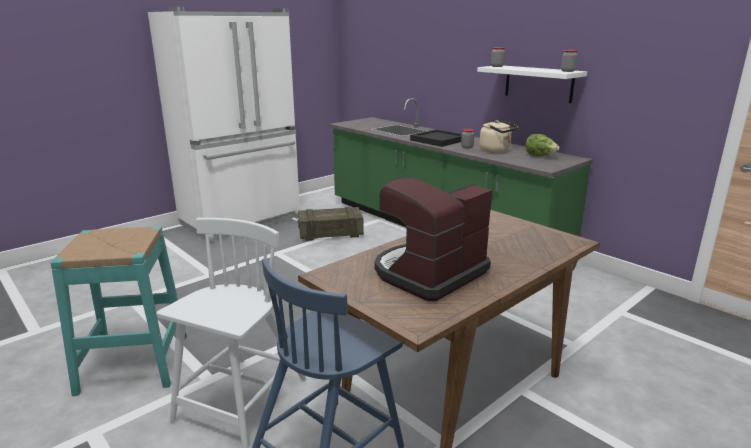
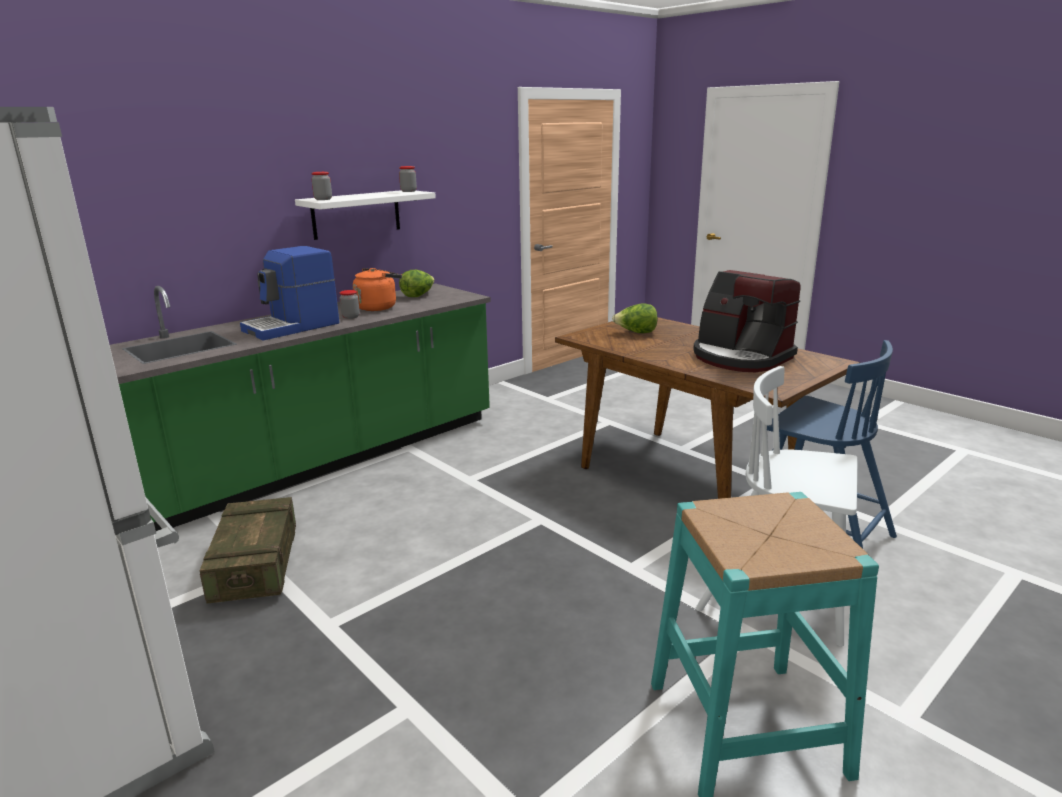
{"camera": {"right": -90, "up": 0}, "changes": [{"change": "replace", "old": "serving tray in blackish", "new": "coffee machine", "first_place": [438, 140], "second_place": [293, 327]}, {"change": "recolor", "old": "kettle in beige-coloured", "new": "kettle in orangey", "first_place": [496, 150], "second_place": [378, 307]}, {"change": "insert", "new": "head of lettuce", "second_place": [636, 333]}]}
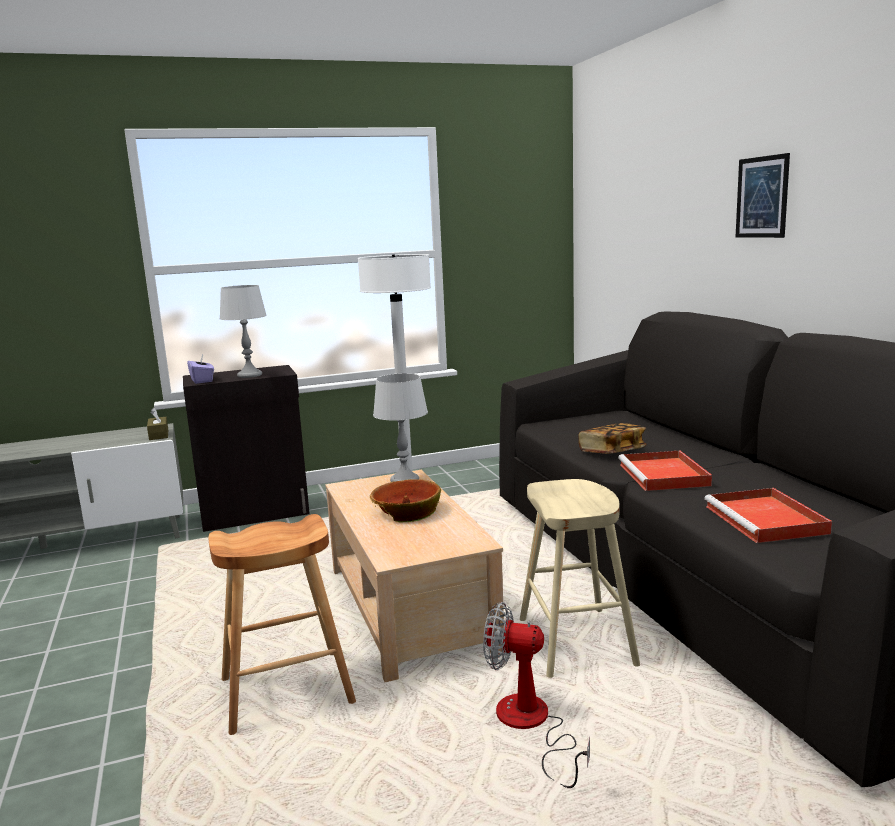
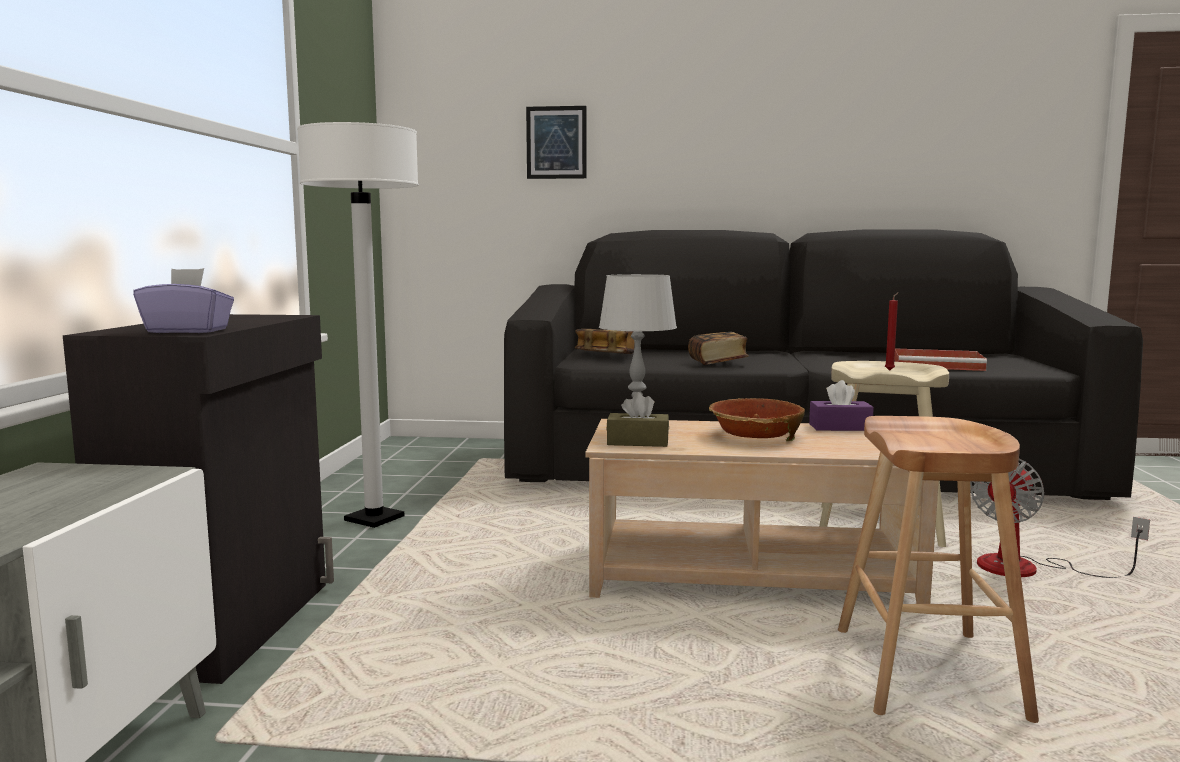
{"camera": {"right": -65, "up": -5}, "changes": [{"change": "move", "old": "tissue box in brown-coloured", "first_place": [159, 435], "second_place": [638, 442]}, {"change": "delete", "old": "table lamp in gray", "first_place": [249, 375]}, {"change": "delete", "old": "serving tray in red-coloured", "first_place": [664, 475]}, {"change": "move", "old": "picture", "first_place": [762, 197], "second_place": [556, 142]}, {"change": "insert", "new": "volume", "second_place": [605, 355]}, {"change": "insert", "new": "tissue box in purplish", "second_place": [840, 427]}, {"change": "insert", "new": "wax candle in red-coloured", "second_place": [890, 370]}]}
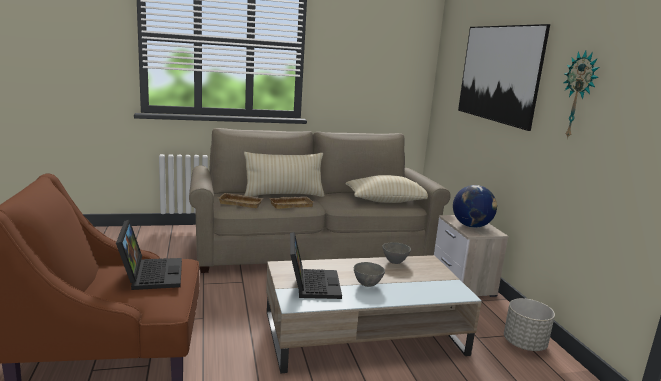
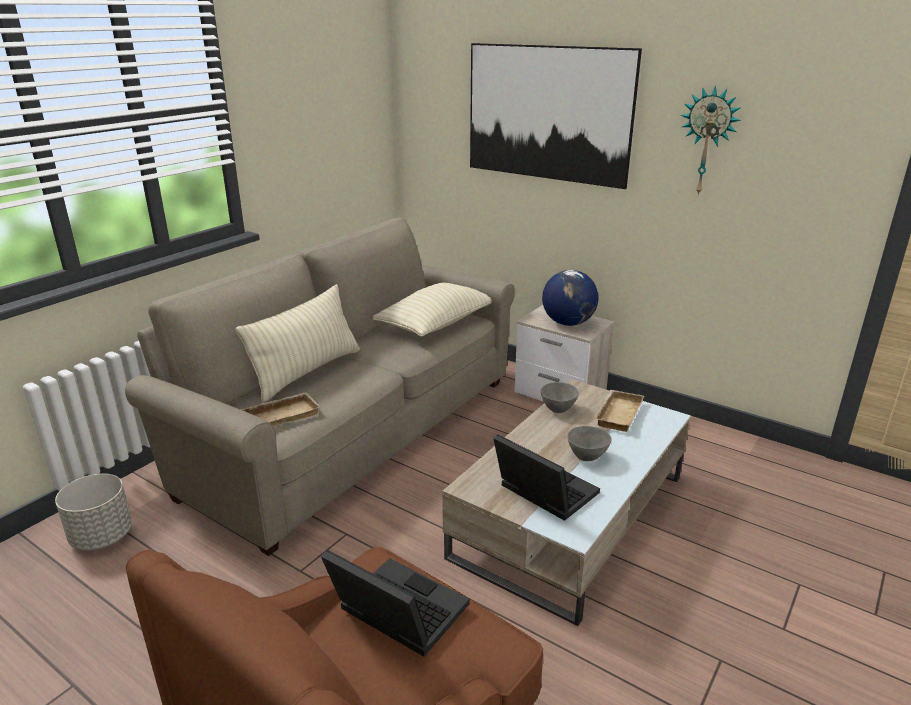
{"camera": {"right": -40, "up": 10}, "changes": [{"change": "move", "old": "serving tray in beige-coloured", "first_place": [291, 204], "second_place": [617, 413]}, {"change": "move", "old": "flower pot in gray", "first_place": [524, 344], "second_place": [102, 536]}]}
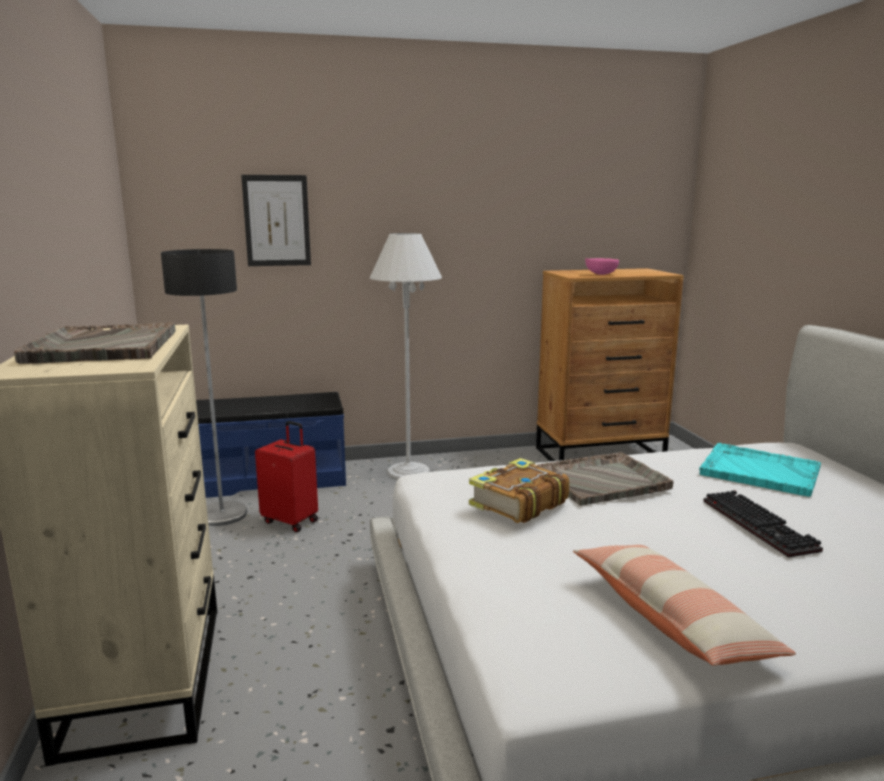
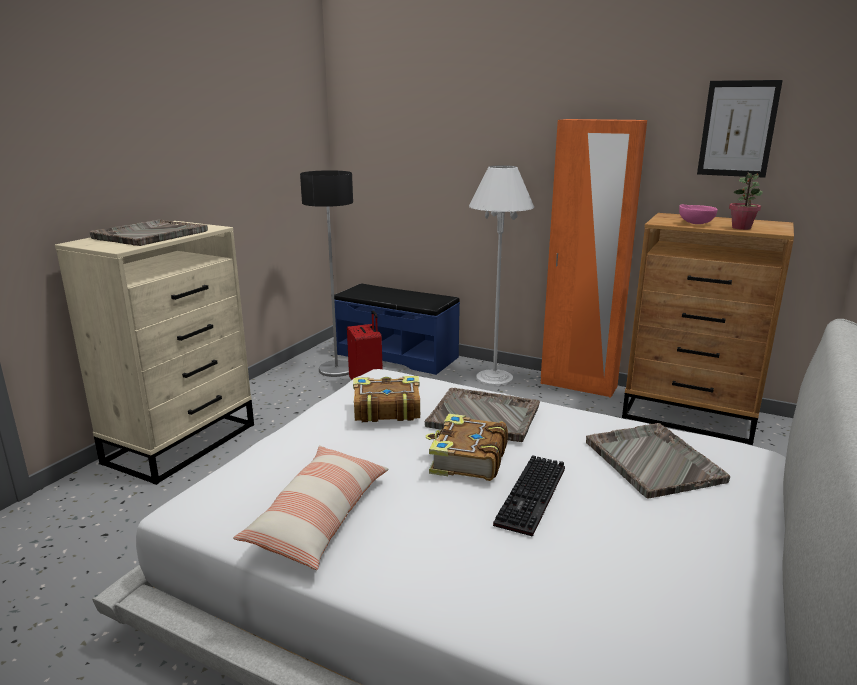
{"camera": {"right": 40, "up": 5}, "changes": [{"change": "move", "old": "picture", "first_place": [277, 221], "second_place": [737, 129]}, {"change": "recolor", "old": "serving tray in turquoise-coloured", "new": "serving tray in gray", "first_place": [758, 471], "second_place": [652, 460]}, {"change": "insert", "new": "volume", "second_place": [467, 459]}, {"change": "insert", "new": "clothes cupboard in orangey", "second_place": [578, 385]}, {"change": "insert", "new": "potted plant", "second_place": [741, 228]}]}
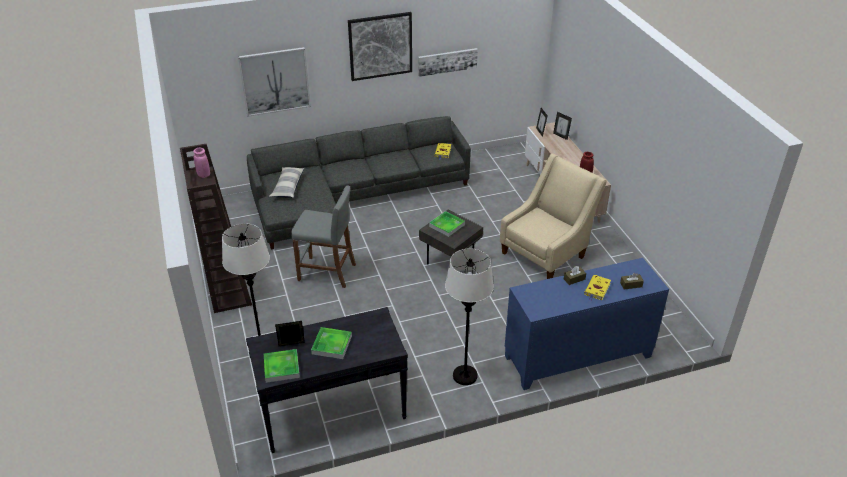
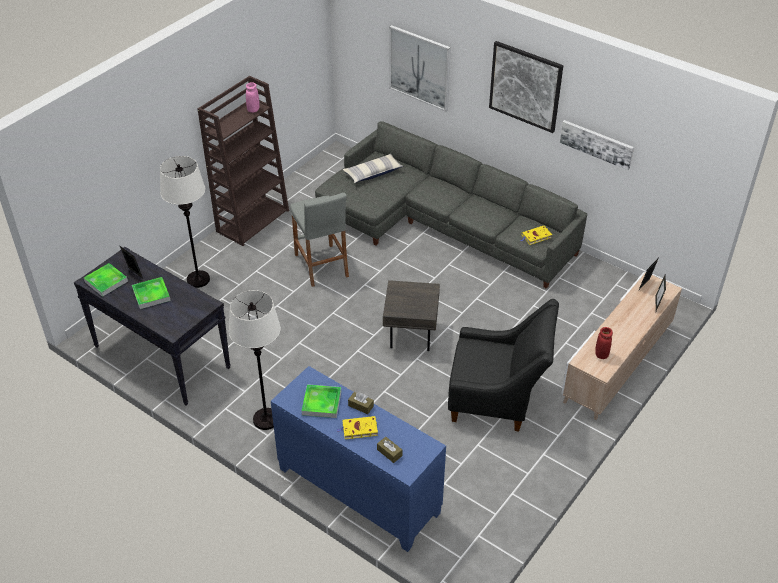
{"camera": {"right": 55, "up": 5}, "changes": [{"change": "move", "old": "serving tray", "first_place": [447, 225], "second_place": [321, 403]}, {"change": "recolor", "old": "easy chair in beige-coloured", "new": "easy chair in blackish", "first_place": [547, 252], "second_place": [497, 399]}]}
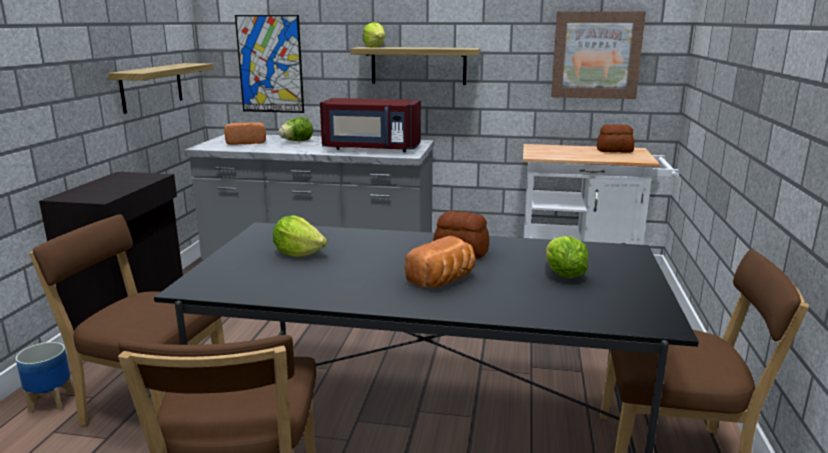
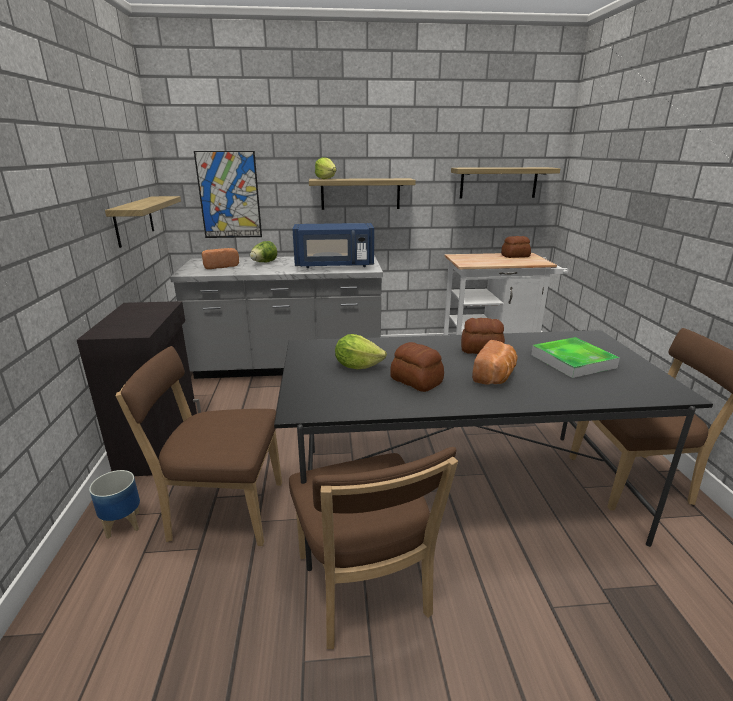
{"camera": {"right": -15, "up": 5}, "changes": [{"change": "recolor", "old": "microwave in red-coloured", "new": "microwave in blue", "first_place": [371, 148], "second_place": [334, 265]}, {"change": "replace", "old": "head of lettuce", "new": "serving tray", "first_place": [563, 274], "second_place": [573, 361]}, {"change": "replace", "old": "picture", "new": "bracket shelf", "first_place": [596, 55], "second_place": [498, 182]}, {"change": "insert", "new": "bakery bread", "second_place": [416, 381]}]}
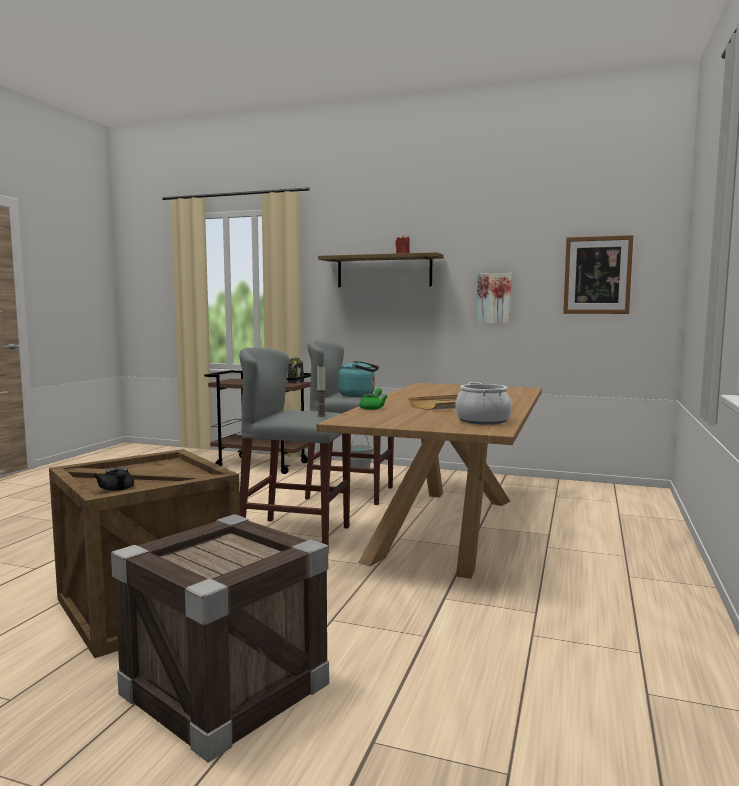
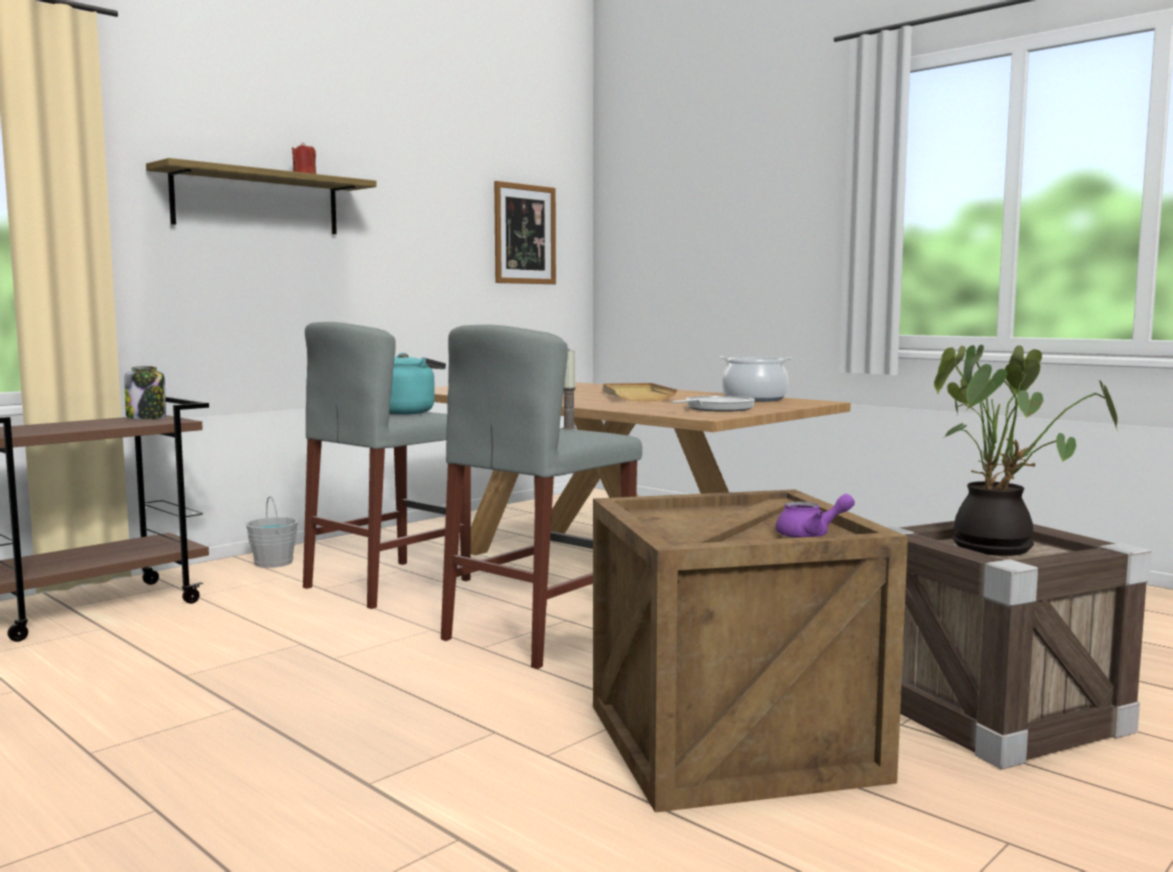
{"camera": {"right": -65, "up": 0}, "changes": [{"change": "recolor", "old": "pot for tea in blackish", "new": "pot for tea in purplish", "first_place": [117, 489], "second_place": [810, 535]}, {"change": "delete", "old": "pot for tea in greenish", "first_place": [373, 408]}, {"change": "delete", "old": "picture", "first_place": [494, 298]}, {"change": "insert", "new": "pan", "second_place": [716, 408]}, {"change": "insert", "new": "potted plant", "second_place": [999, 548]}]}
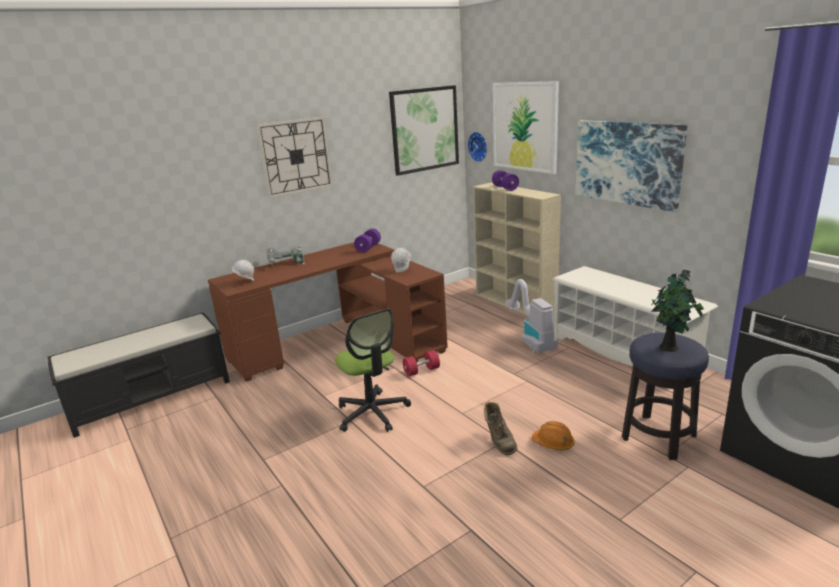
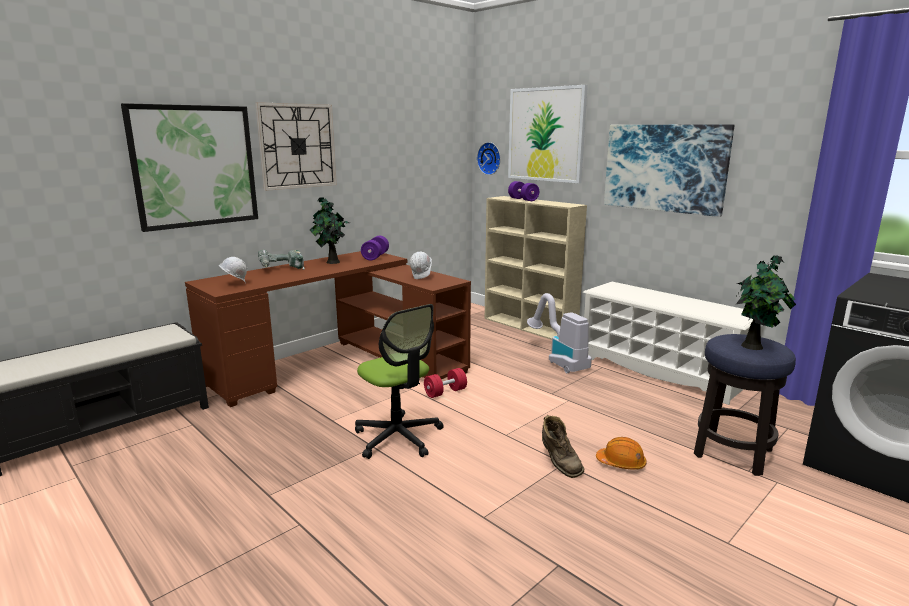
{"camera": {"right": -10, "up": -5}, "changes": [{"change": "move", "old": "picture", "first_place": [424, 129], "second_place": [194, 166]}, {"change": "insert", "new": "potted plant", "second_place": [331, 262]}]}
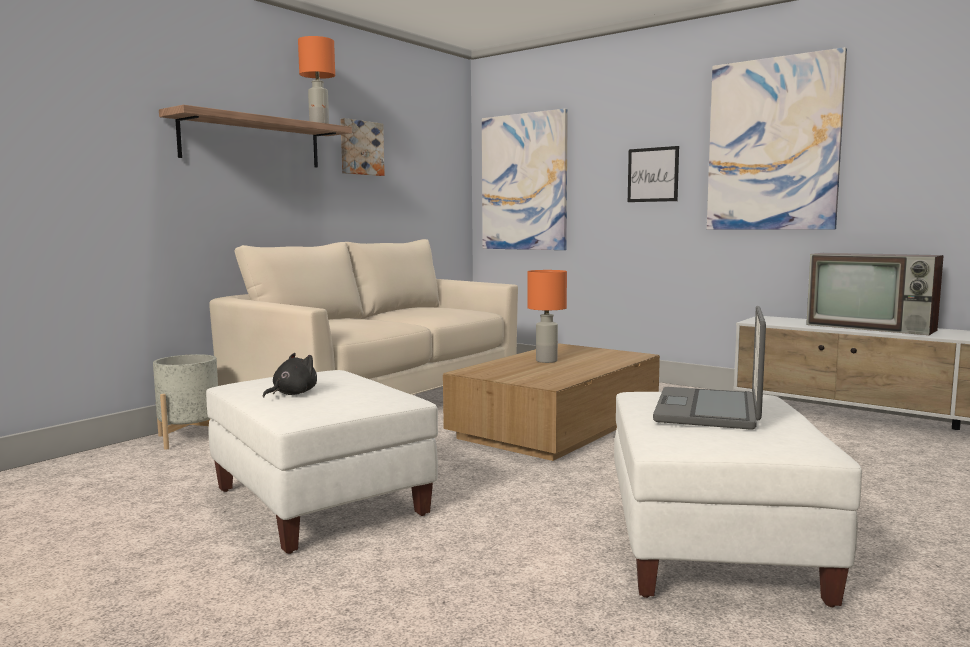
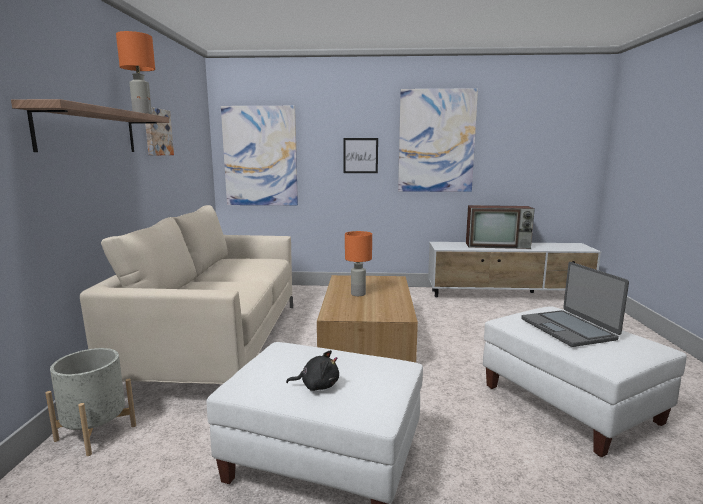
{"camera": {"right": -35, "up": 5}, "changes": [{"change": "rotate", "old": "cuddly toy in blackish", "first_place": [292, 394], "second_place": [317, 385], "degrees": 90}]}
